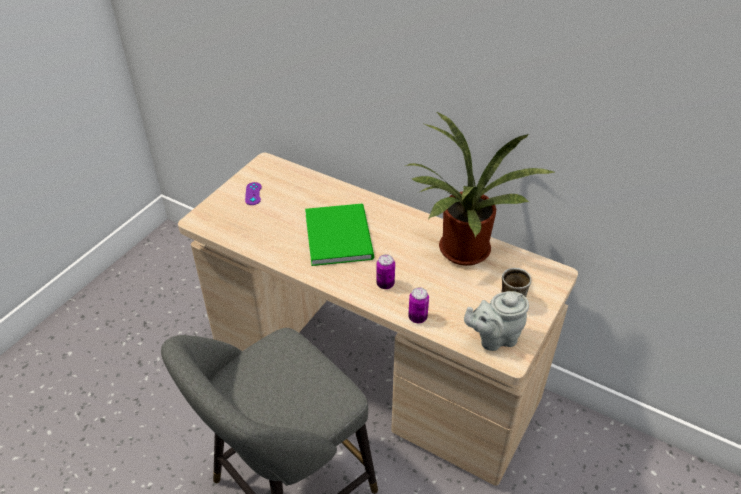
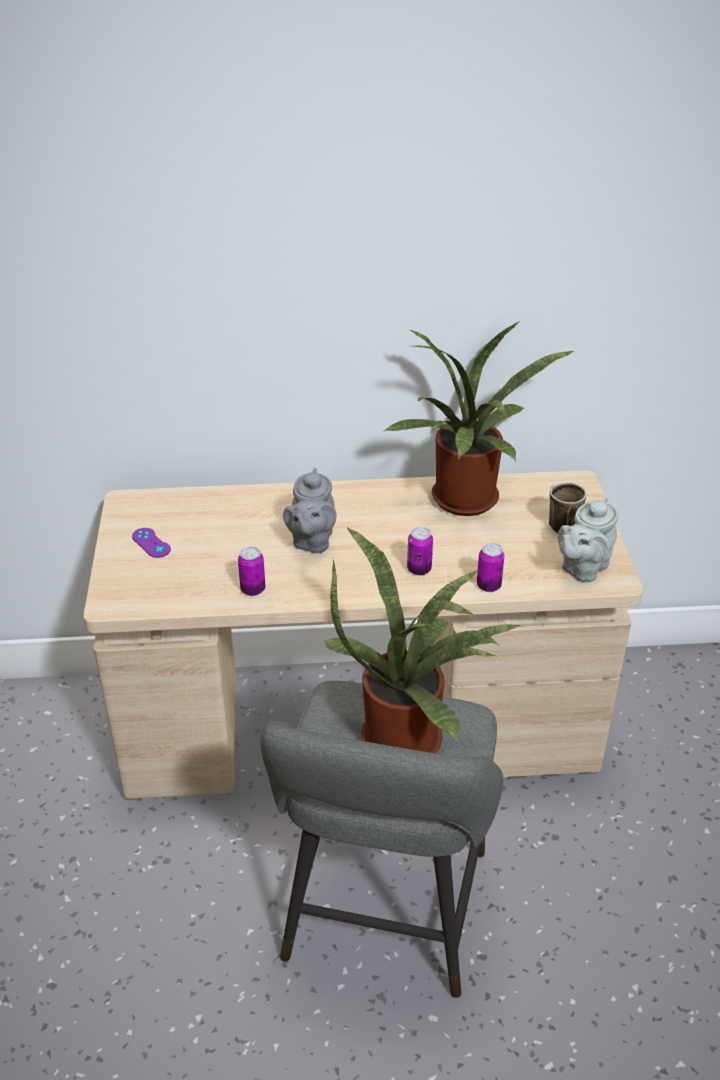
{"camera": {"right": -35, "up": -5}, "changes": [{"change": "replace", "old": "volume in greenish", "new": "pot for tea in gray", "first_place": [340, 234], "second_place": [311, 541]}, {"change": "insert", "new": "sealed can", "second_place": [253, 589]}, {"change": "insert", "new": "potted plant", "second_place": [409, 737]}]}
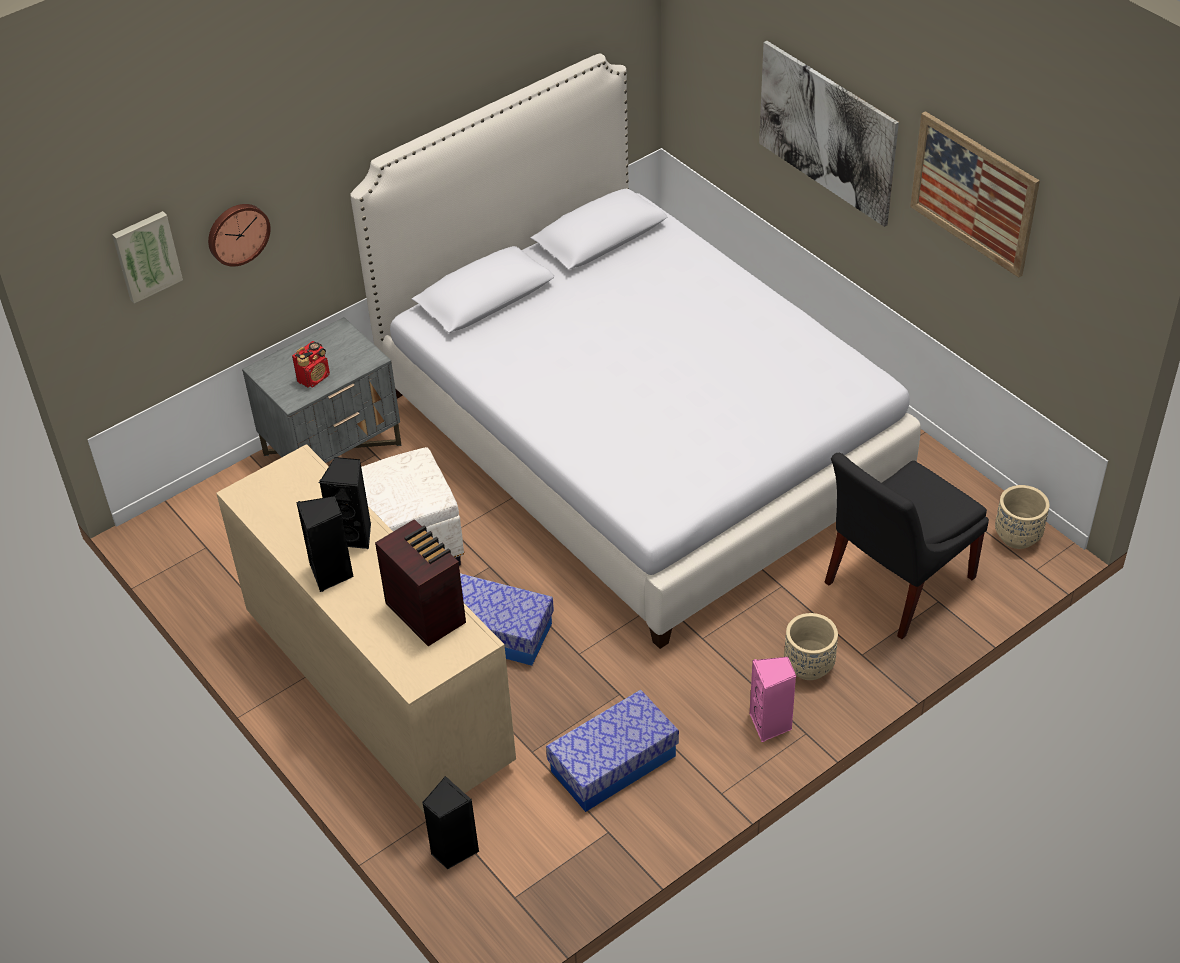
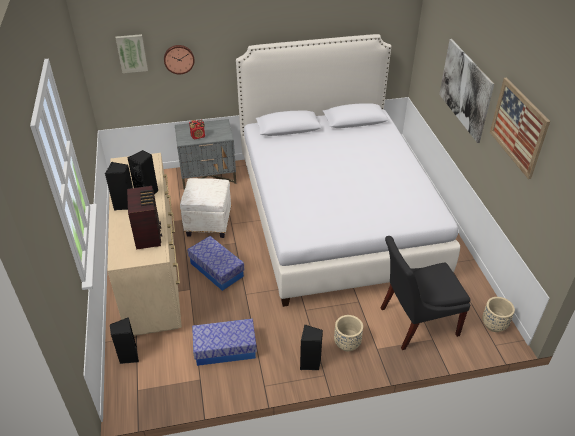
{"camera": {"right": 25, "up": -5}, "changes": [{"change": "recolor", "old": "audio speaker in pinkish", "new": "audio speaker in blackish", "first_place": [771, 724], "second_place": [310, 363]}]}
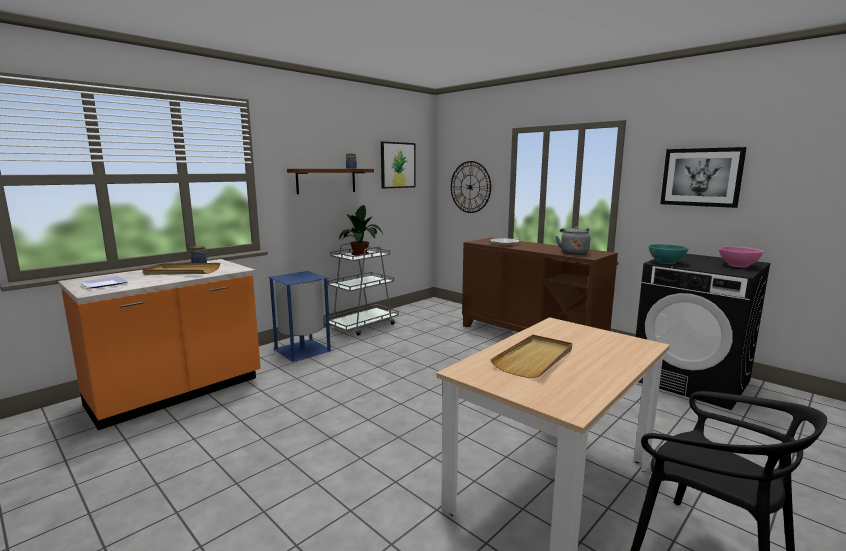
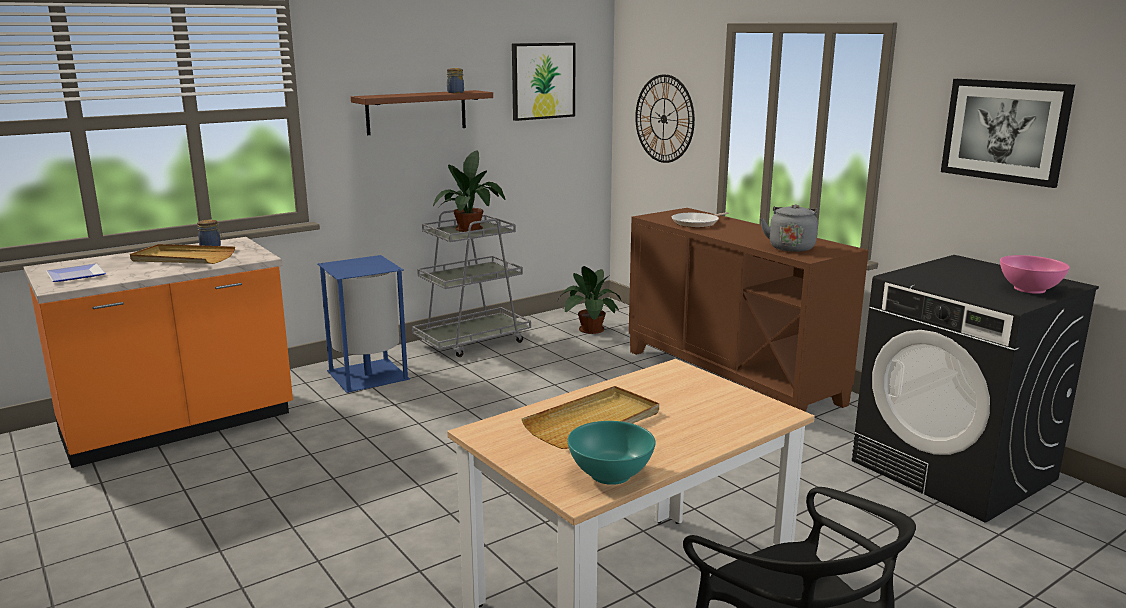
{"camera": {"right": 10, "up": 5}, "changes": [{"change": "move", "old": "deep dish in turquoise-coloured", "first_place": [666, 262], "second_place": [611, 474]}, {"change": "insert", "new": "potted plant", "second_place": [589, 330]}]}
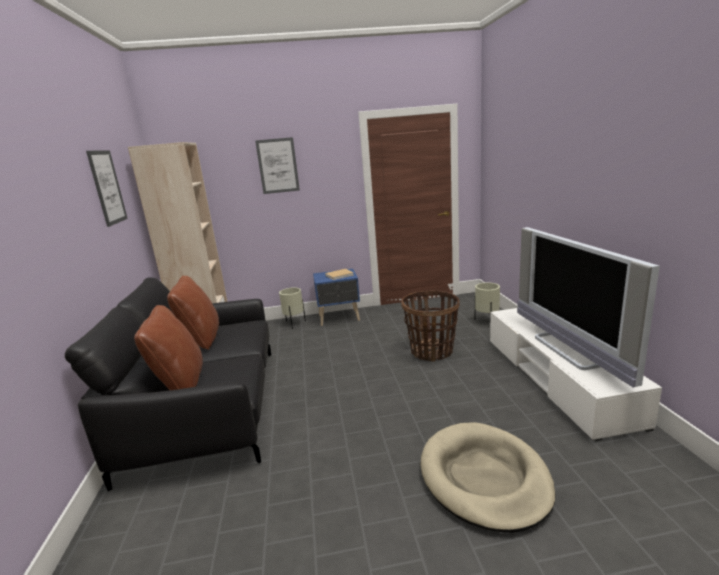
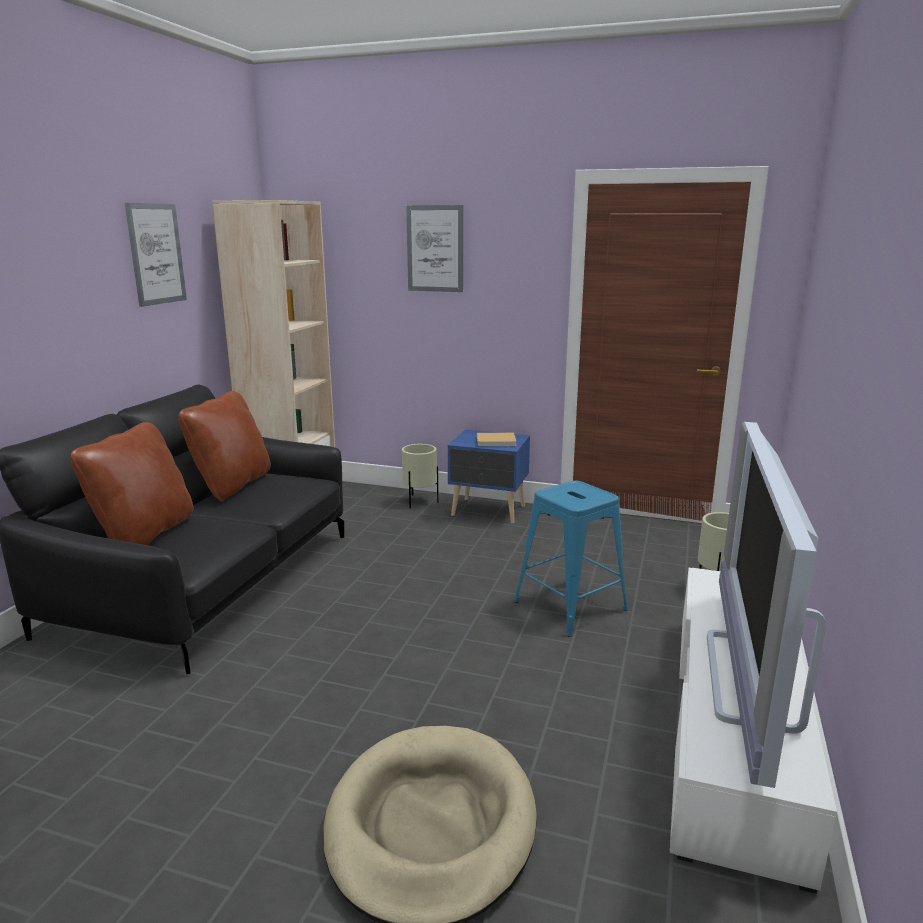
{"camera": {"right": 25, "up": 0}, "changes": [{"change": "replace", "old": "household basket", "new": "stool seat in blue", "first_place": [432, 351], "second_place": [569, 606]}]}
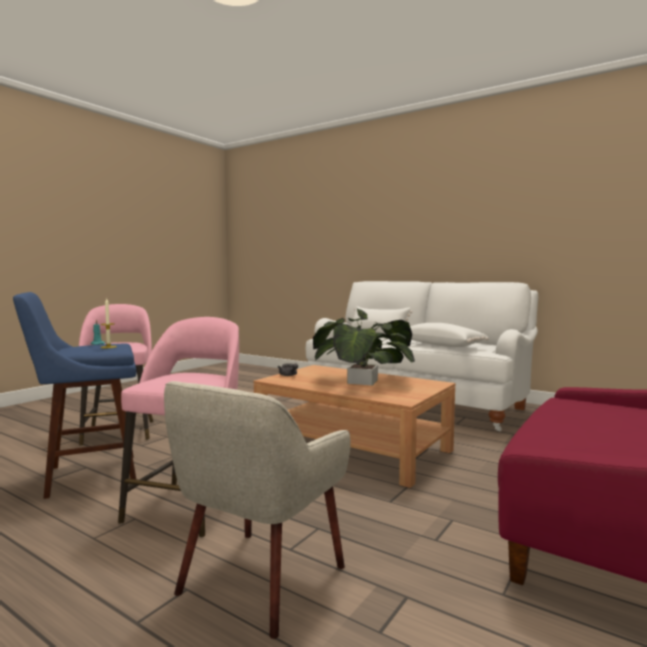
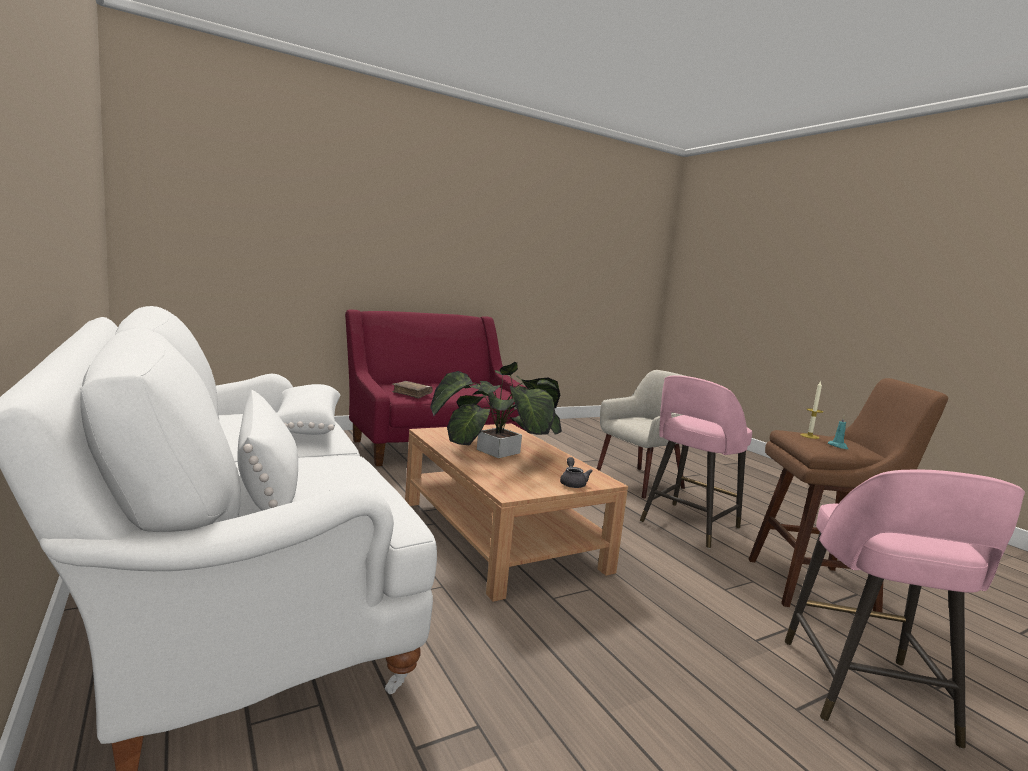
{"camera": {"right": -155, "up": 5}, "changes": [{"change": "recolor", "old": "stool seat in blue", "new": "stool seat in brown-coloured", "first_place": [86, 476], "second_place": [817, 586]}, {"change": "insert", "new": "volume in brown-coloured", "second_place": [412, 394]}]}
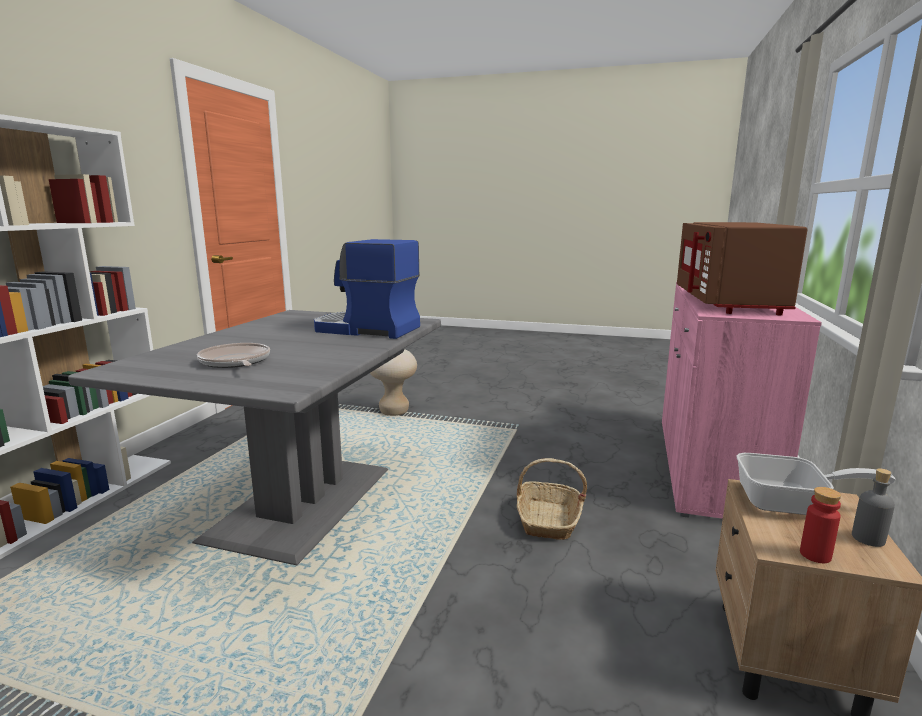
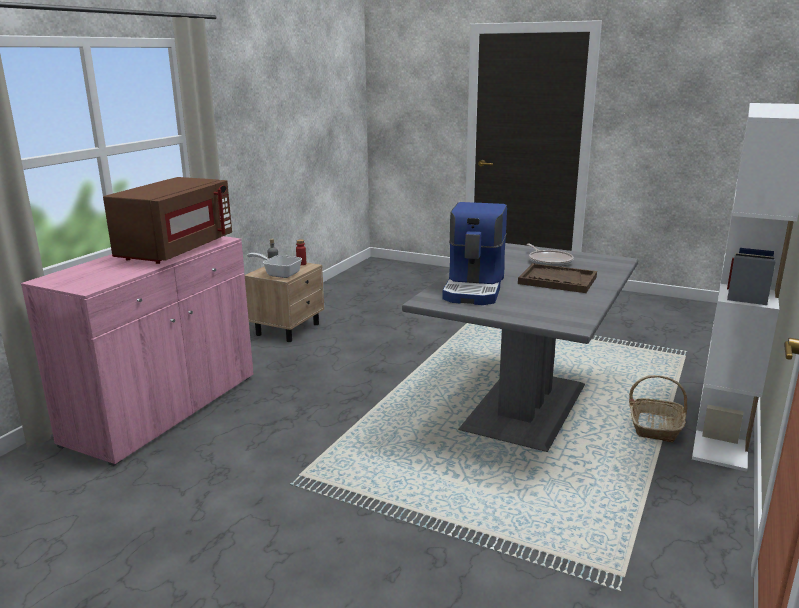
{"camera": {"right": -170, "up": 5}, "changes": [{"change": "rotate", "old": "coffee machine", "first_place": [366, 330], "second_place": [475, 289], "degrees": 75}, {"change": "delete", "old": "stool seat in beige-coloured", "first_place": [394, 412]}, {"change": "move", "old": "household basket", "first_place": [548, 520], "second_place": [655, 427]}, {"change": "insert", "new": "serving tray in brown-coloured", "second_place": [557, 280]}]}
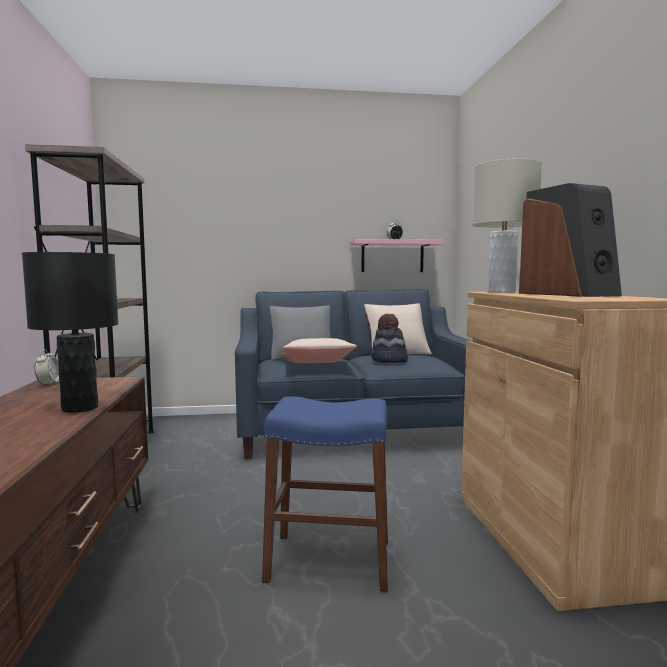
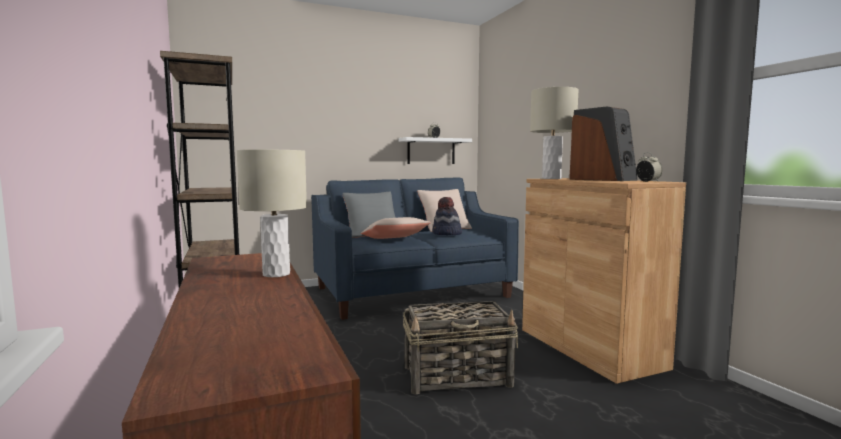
{"camera": {"right": -15, "up": 0}, "changes": [{"change": "recolor", "old": "table lamp in blackish", "new": "table lamp in beige-coloured", "first_place": [80, 408], "second_place": [276, 274]}, {"change": "move", "old": "bedside clock", "first_place": [49, 383], "second_place": [648, 181]}, {"change": "replace", "old": "stool seat in blue", "new": "household basket", "first_place": [329, 560], "second_place": [458, 376]}, {"change": "recolor", "old": "bracket shelf in pinkish", "new": "bracket shelf in white", "first_place": [392, 256], "second_place": [431, 151]}]}
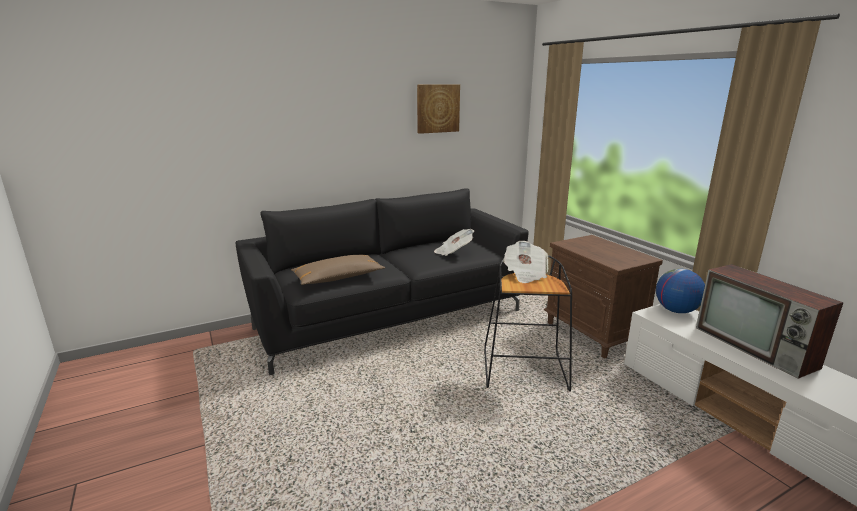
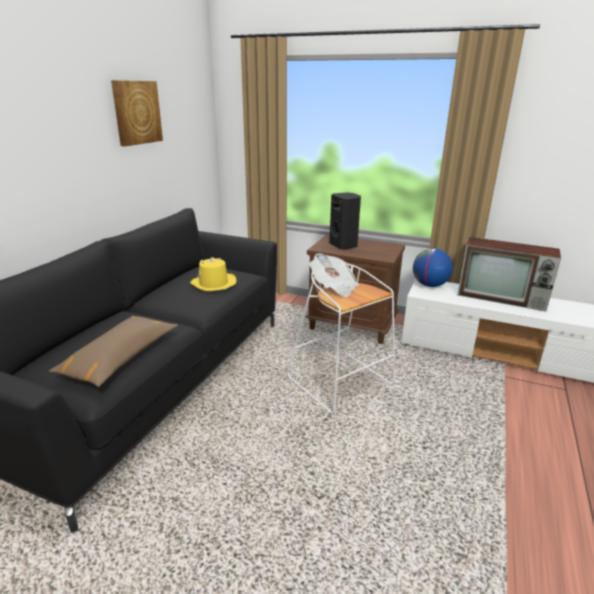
{"camera": {"right": -40, "up": 5}, "changes": [{"change": "replace", "old": "printed paper", "new": "wearable hat in yellow-coloured", "first_place": [453, 252], "second_place": [213, 283]}, {"change": "recolor", "old": "stool seat in blackish", "new": "stool seat in white", "first_place": [525, 371], "second_place": [342, 382]}, {"change": "insert", "new": "audio speaker in blackish", "second_place": [344, 245]}]}
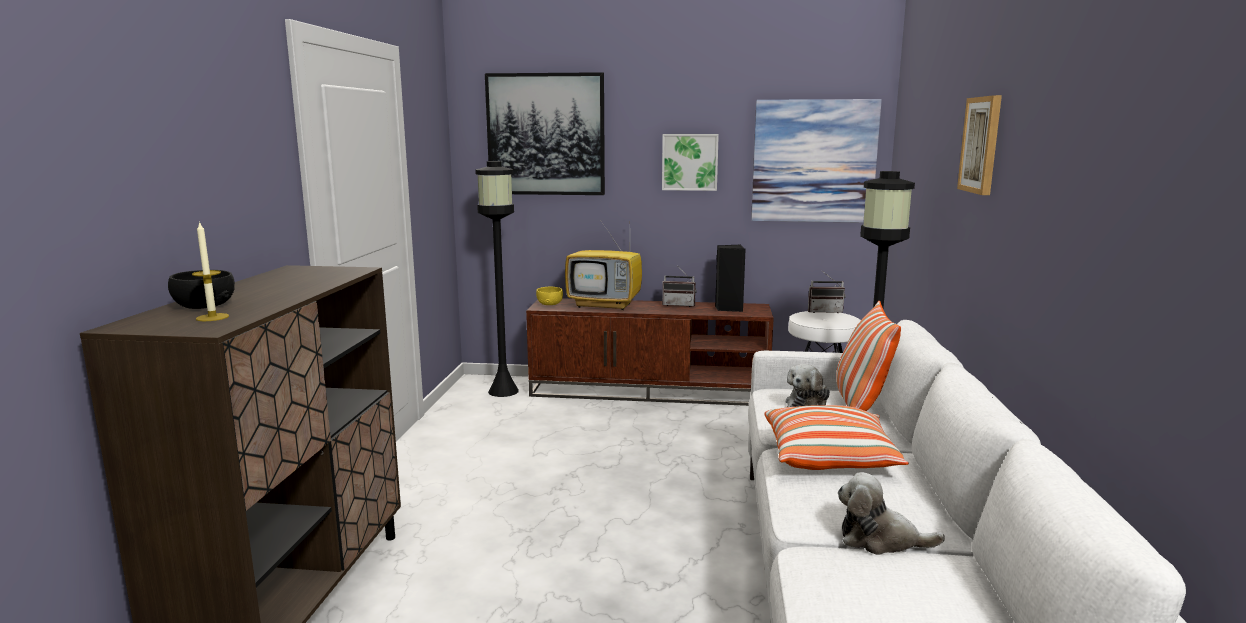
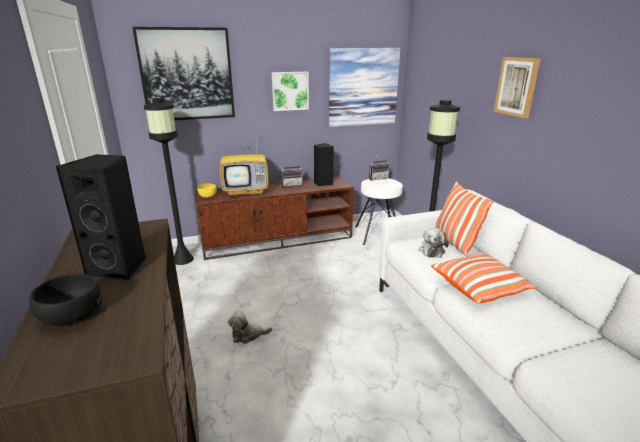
{"camera": {"right": -25, "up": 10}, "changes": [{"change": "delete", "old": "wax candle", "first_place": [212, 317]}, {"change": "move", "old": "cuddly toy", "first_place": [880, 540], "second_place": [248, 335]}, {"change": "insert", "new": "audio speaker in blackish", "second_place": [120, 267]}]}
